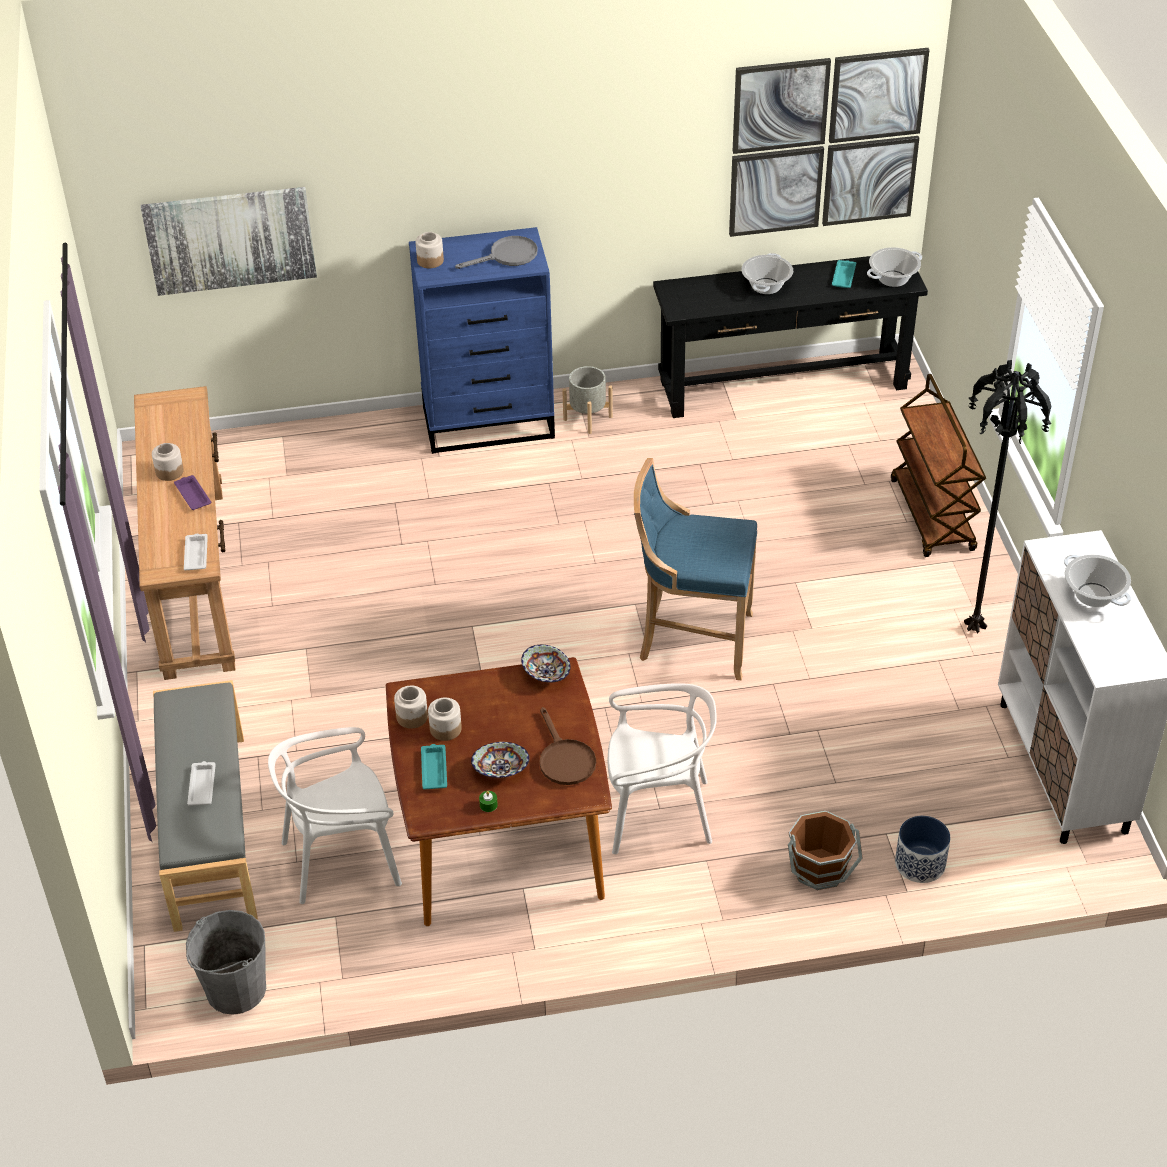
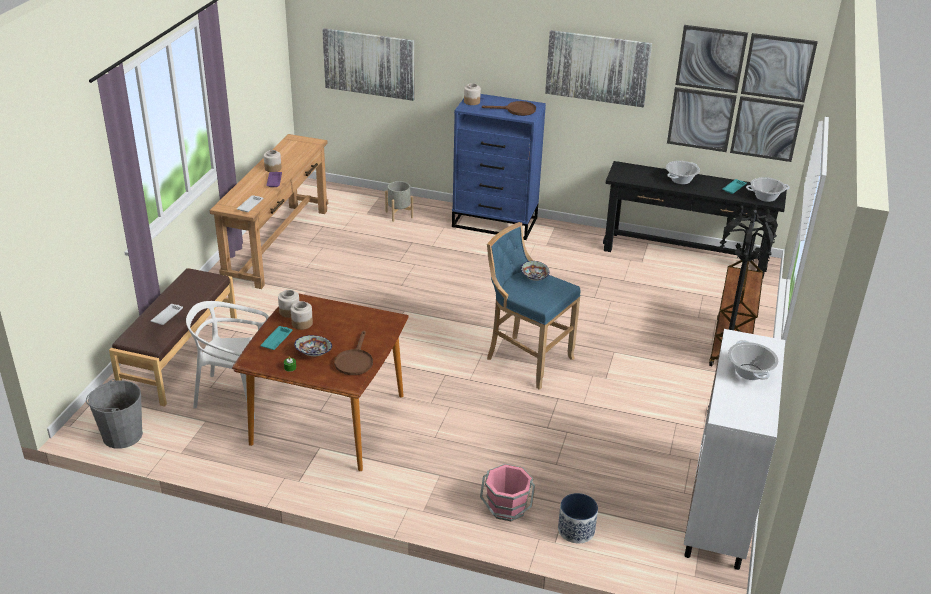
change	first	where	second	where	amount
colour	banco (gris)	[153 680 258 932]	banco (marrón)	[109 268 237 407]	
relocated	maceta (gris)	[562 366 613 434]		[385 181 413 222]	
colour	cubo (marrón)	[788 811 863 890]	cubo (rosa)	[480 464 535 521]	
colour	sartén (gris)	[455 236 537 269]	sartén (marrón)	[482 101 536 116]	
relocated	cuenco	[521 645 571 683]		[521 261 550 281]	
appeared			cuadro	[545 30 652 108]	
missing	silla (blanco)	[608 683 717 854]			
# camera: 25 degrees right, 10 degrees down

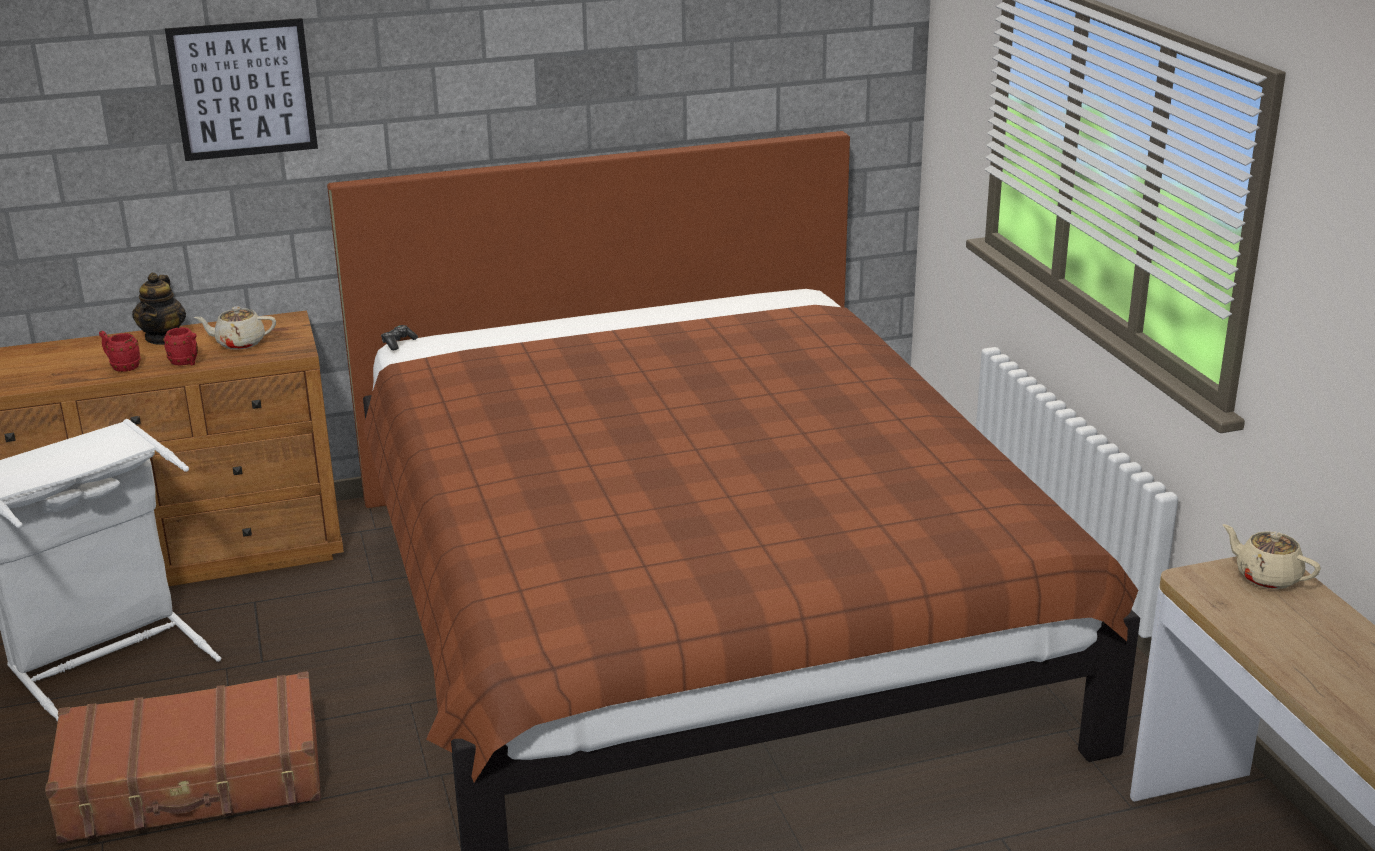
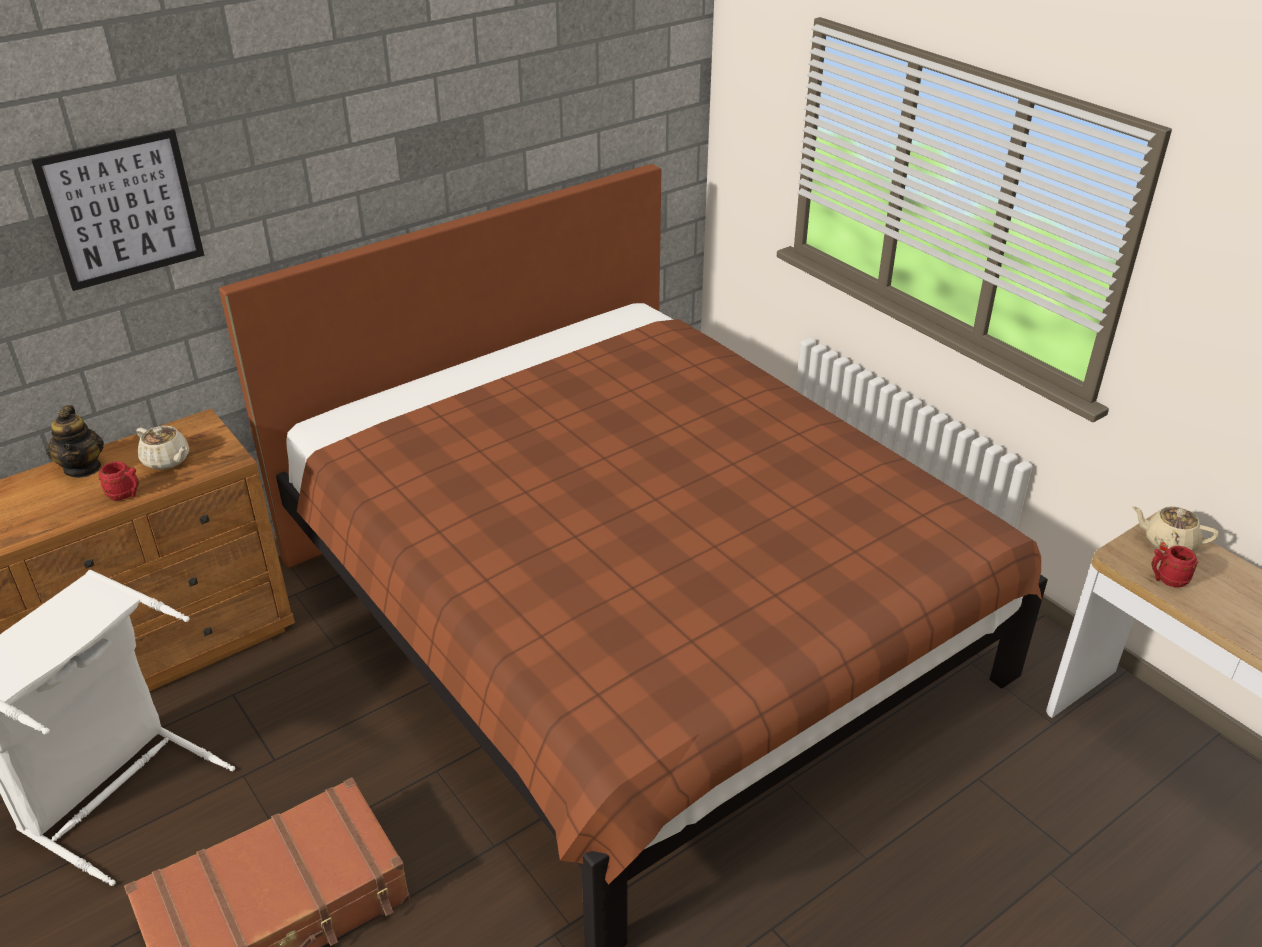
change	first	where	second	where	amount
spun	tetera (beis)	[194 306 276 350]		[136 426 189 470]	120 degrees counterclockwise
relocated	taza grande (rojo)	[99 331 141 372]		[1152 546 1198 587]	
missing	mando de consola	[381 325 418 350]			
# camera: 20 degrees left, 10 degrees up

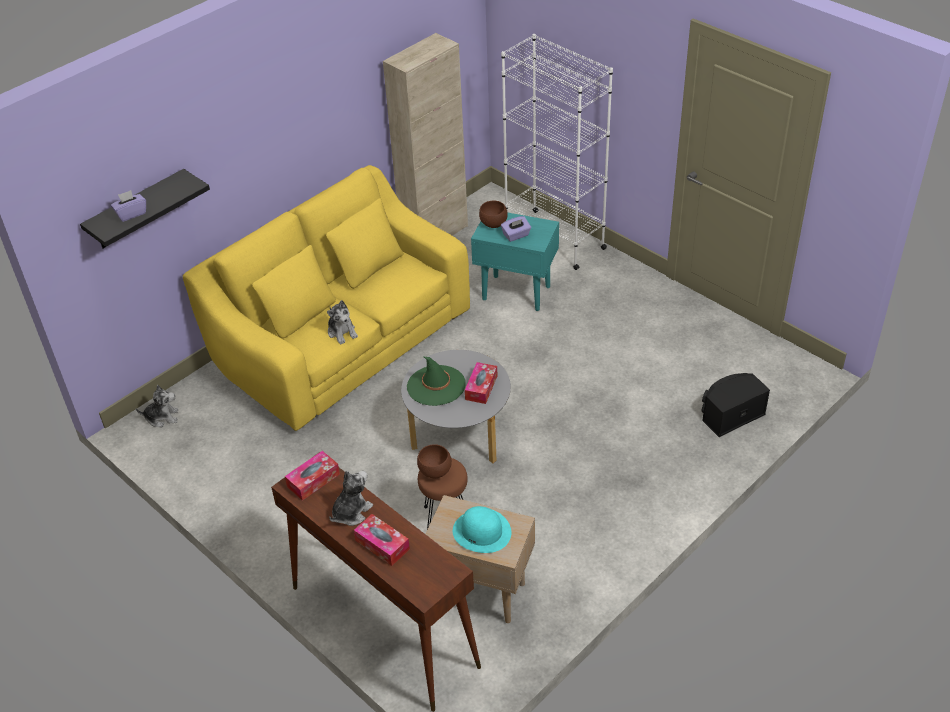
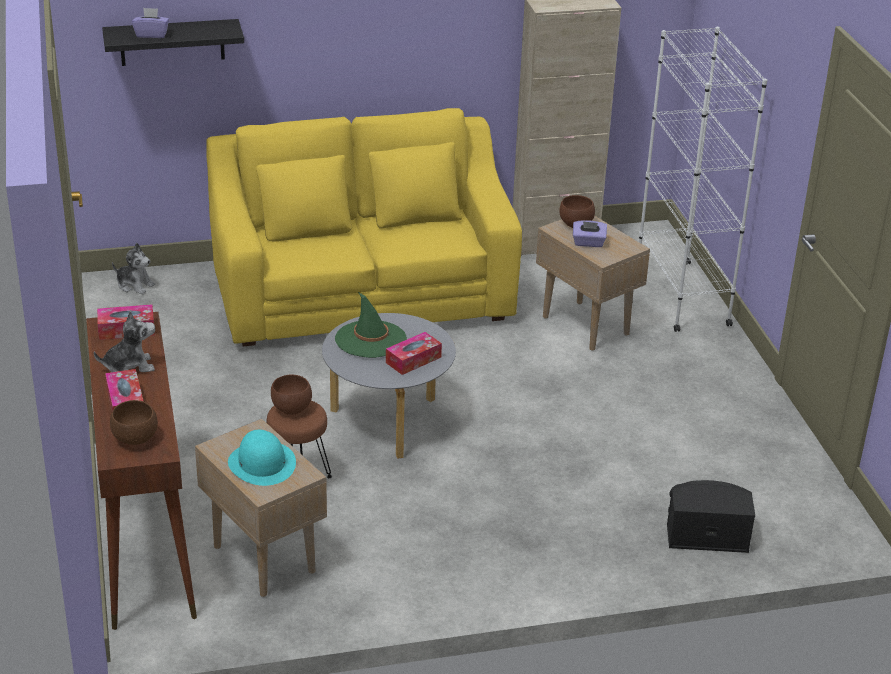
change	first	where	second	where	amount
appeared			cuenco (marrón)	[110 400 158 445]	
colour	mesa auxiliar (turquesa)	[471 212 559 311]	mesa auxiliar (beis)	[536 216 650 350]	
missing	peluche	[327 300 358 345]			
# camera: 30 degrees right, 10 degrees down

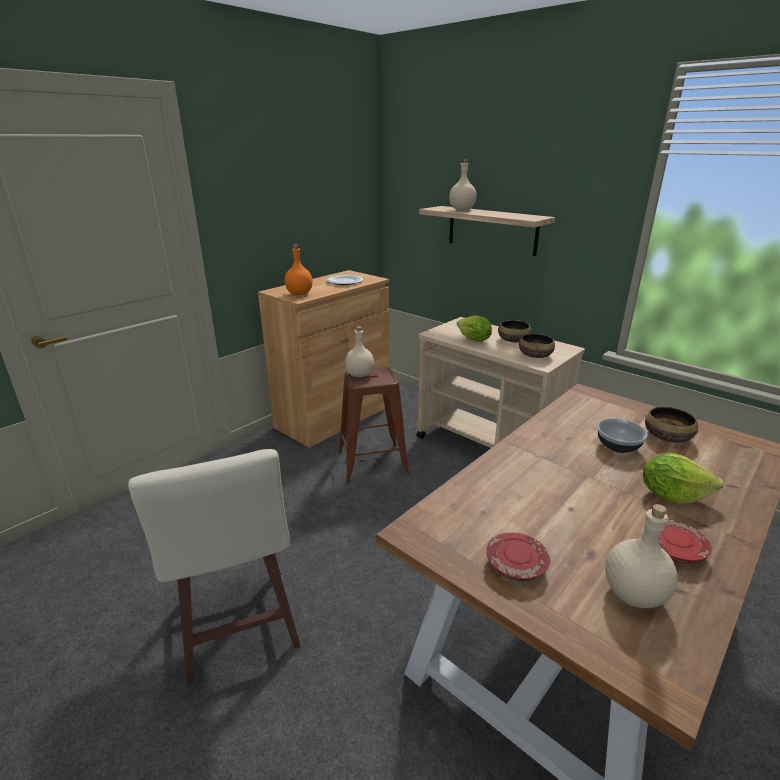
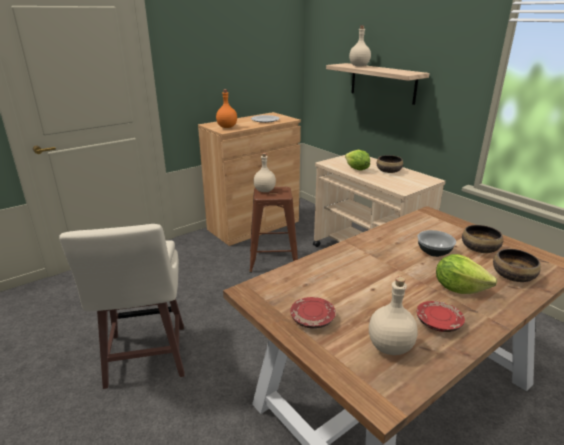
change	first	where	second	where	amount
relocated	cuenco	[519 334 555 358]		[493 249 541 282]	
# camera: 10 degrees right, 0 degrees up

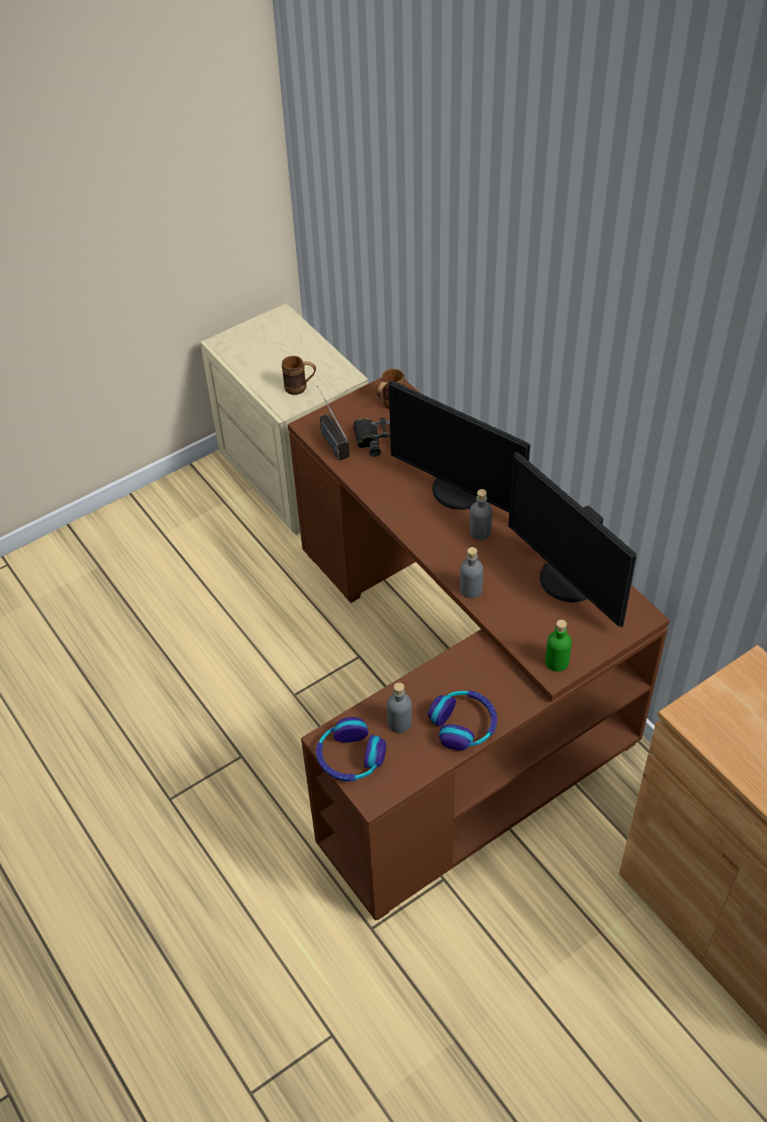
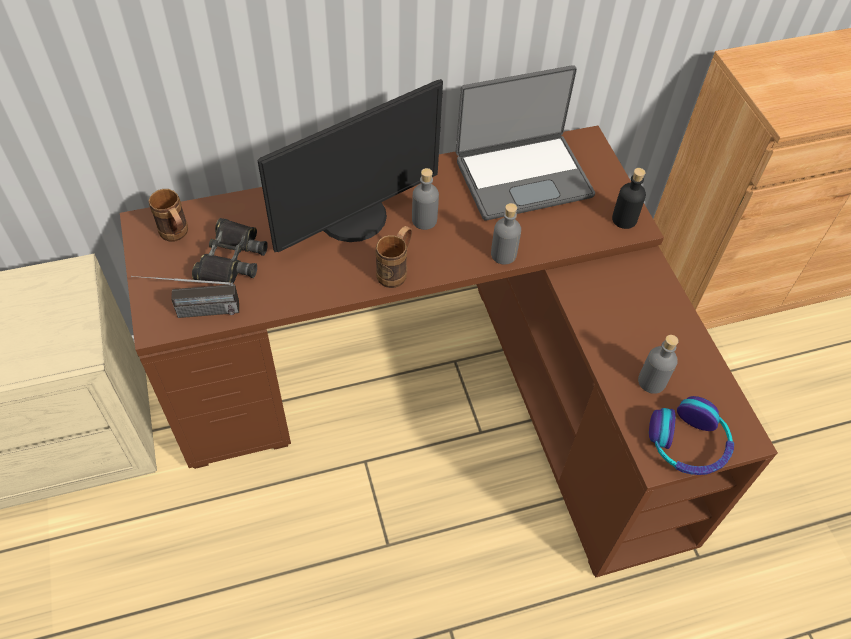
change	first	where	second	where	amount
relocated	taza grande (marrón)	[282 356 316 395]		[375 226 412 288]	
exchanged	monitor	[508 452 637 627]	portátil	[456 65 595 221]	
colour	botella (verde)	[545 620 572 672]	botella (negro)	[612 168 646 229]	
missing	auriculares	[428 690 497 751]			
# camera: 75 degrees left, 5 degrees up

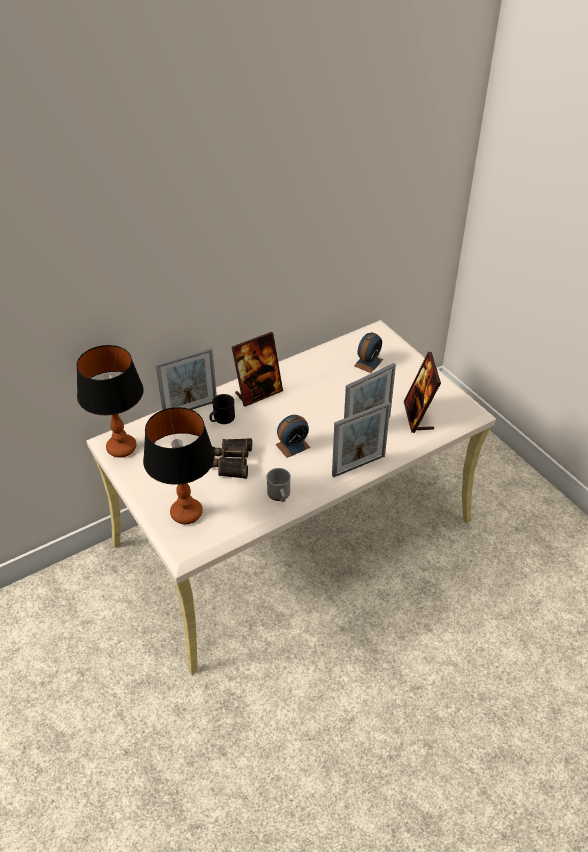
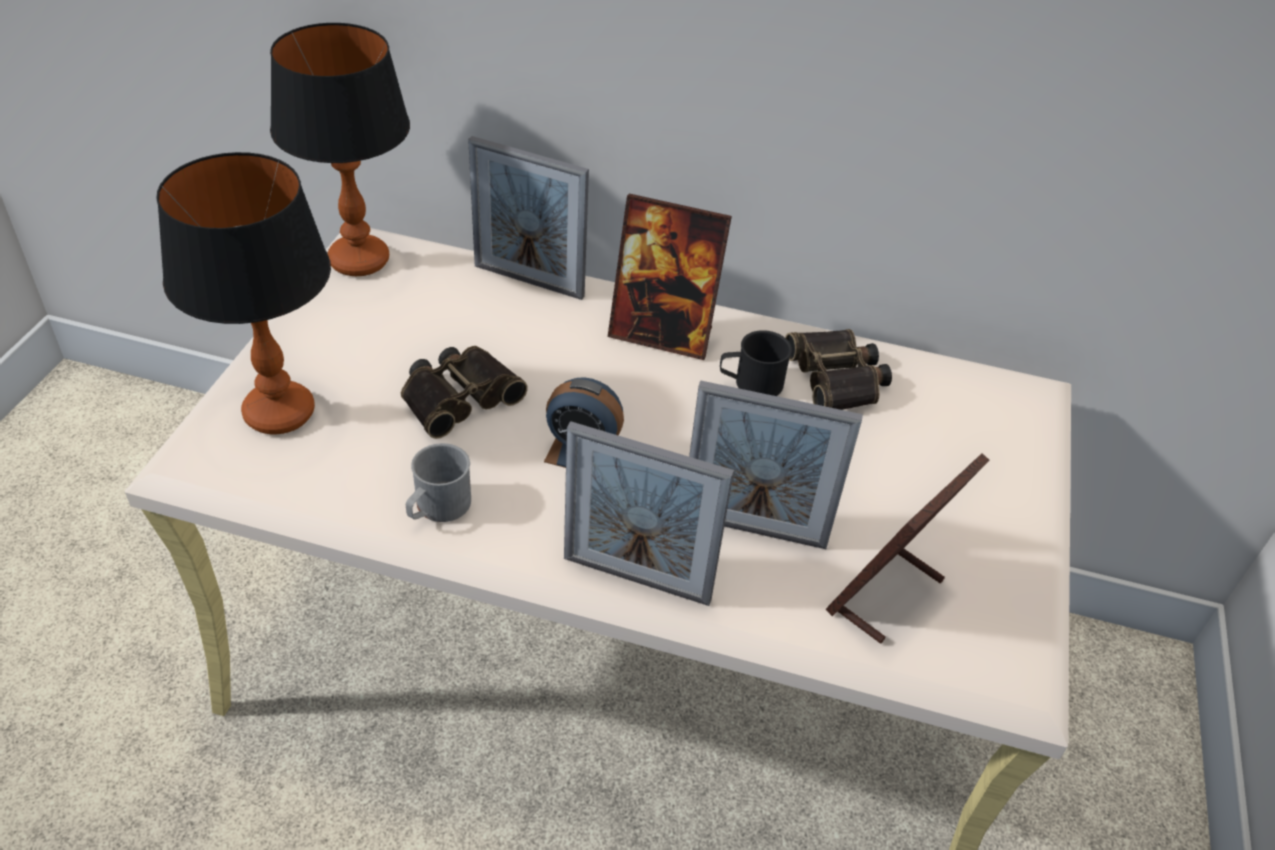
change	first	where	second	where	amount
relocated	taza grande (negro)	[209 394 235 424]		[720 330 792 396]	
appeared			prismáticos	[785 329 892 410]	
missing	despertador	[354 332 383 373]			
# camera: 45 degrees right, 0 degrees up

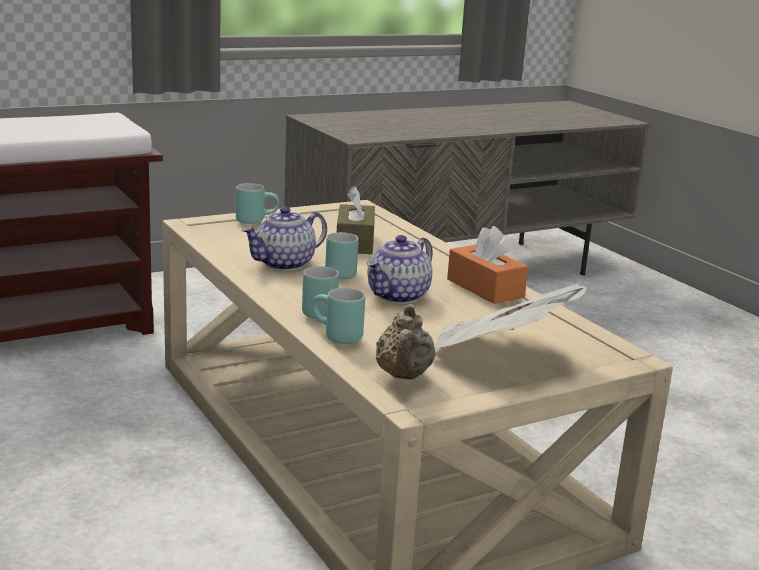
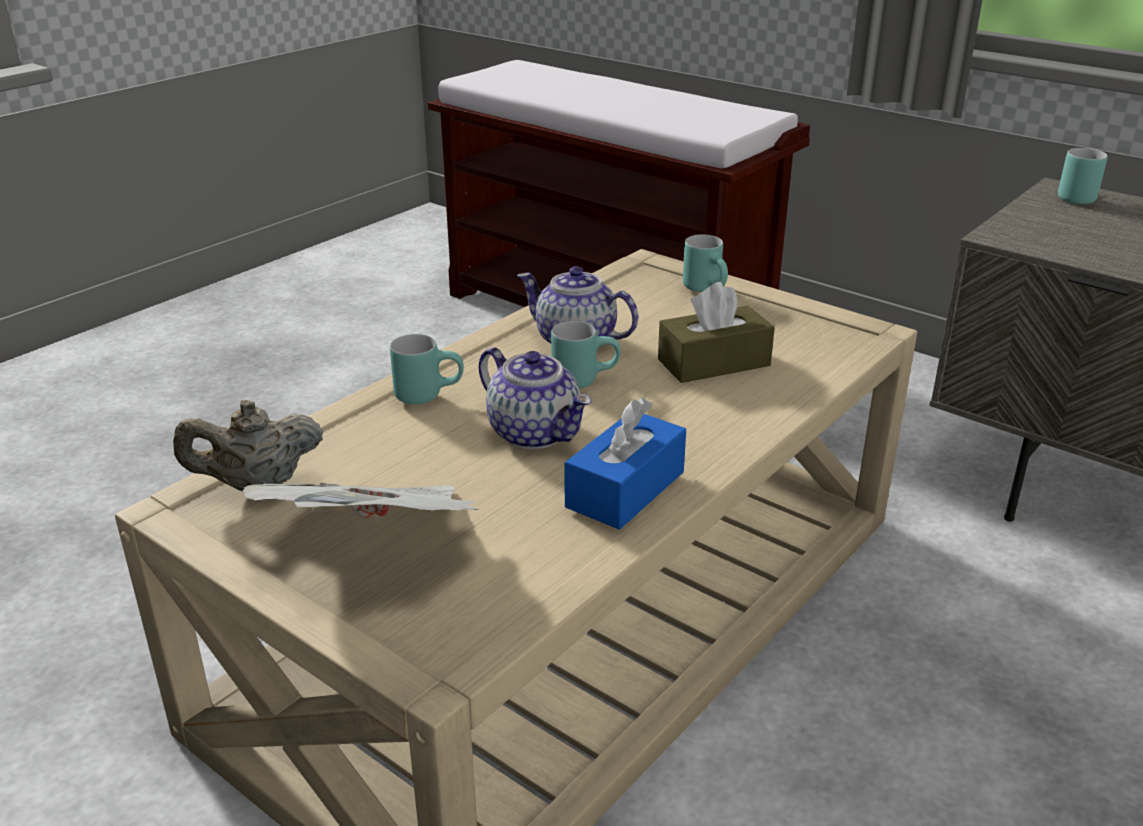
change	first	where	second	where	amount
spun	tetera	[366 235 433 304]		[479 347 591 449]	150 degrees counterclockwise
colour	caja de pañuelos (naranja)	[447 226 528 304]	caja de pañuelos (azul)	[565 398 686 530]	
relocated	taza grande (turquesa)	[312 288 365 344]		[1058 148 1108 204]	
# camera: 70 degrees right, 10 degrees up

